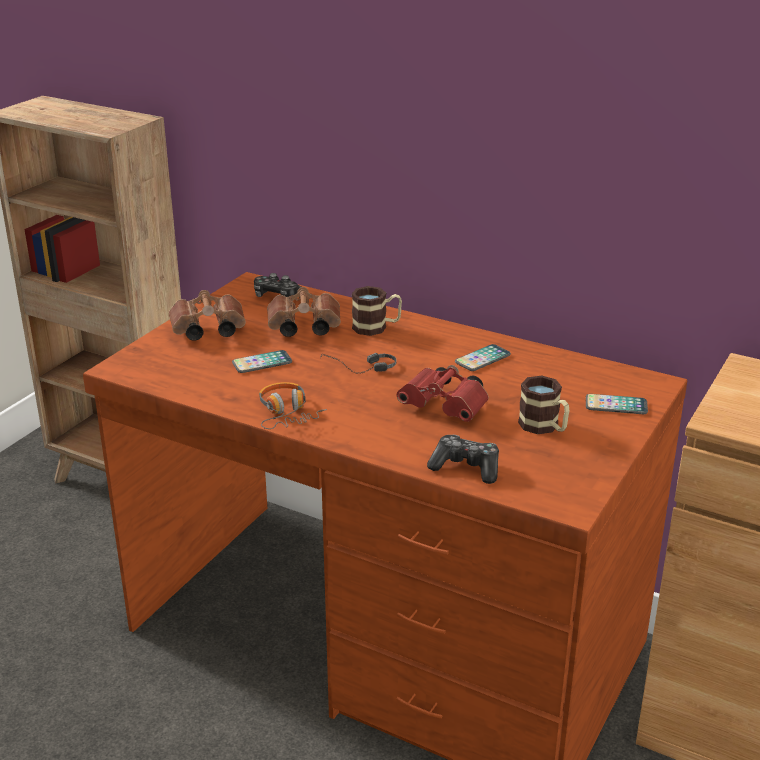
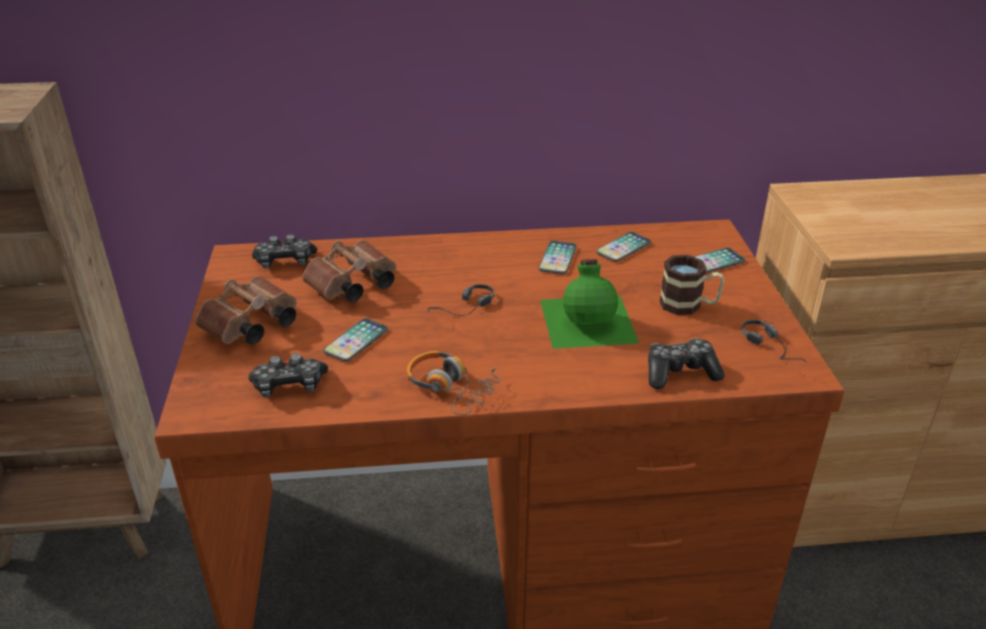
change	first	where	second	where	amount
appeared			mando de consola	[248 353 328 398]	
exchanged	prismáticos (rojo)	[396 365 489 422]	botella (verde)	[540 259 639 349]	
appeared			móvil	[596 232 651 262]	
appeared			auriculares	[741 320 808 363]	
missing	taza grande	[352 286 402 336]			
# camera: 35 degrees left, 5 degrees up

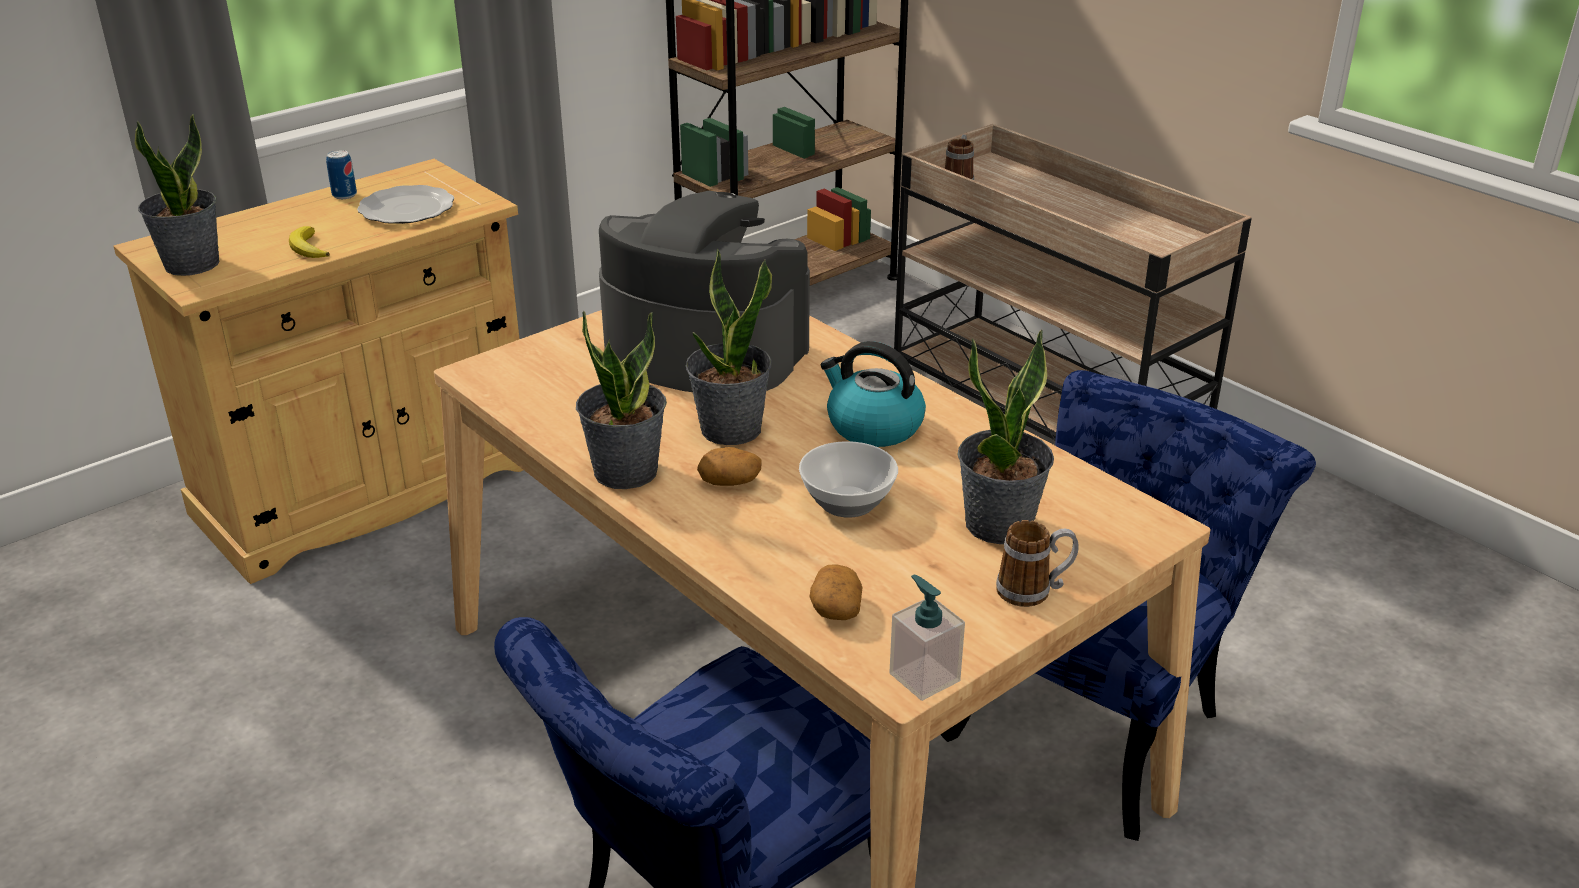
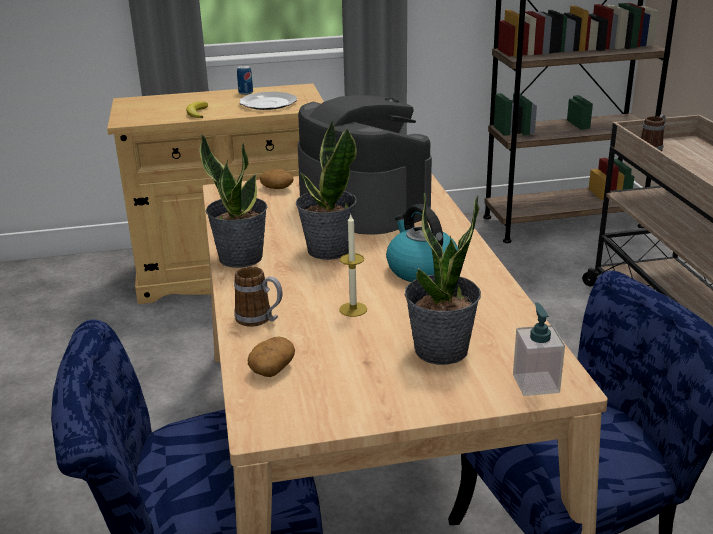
change	first	where	second	where	amount
relocated	taza grande	[996 520 1079 607]		[234 266 282 327]	
relocated	patata	[697 447 762 486]		[260 169 293 189]	
exchanged	cuenco	[799 441 898 518]	vela	[339 215 367 317]	
relocated	dispensador de jabón	[889 574 965 701]		[513 303 565 396]	
missing	planta en maceta	[135 114 220 276]			
# camera: 30 degrees right, 5 degrees down

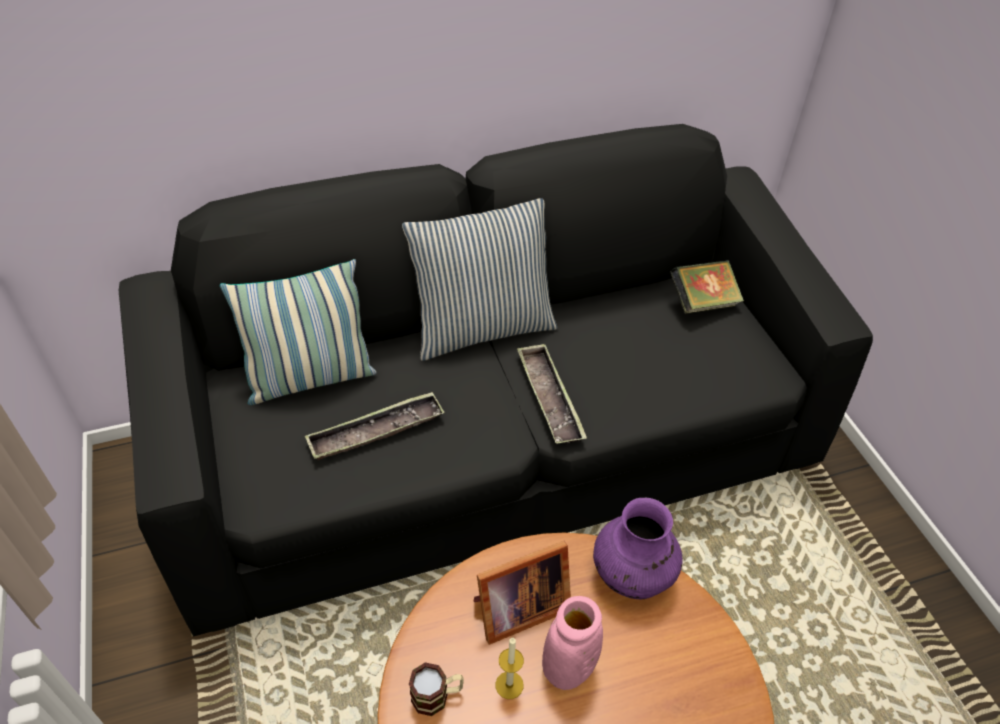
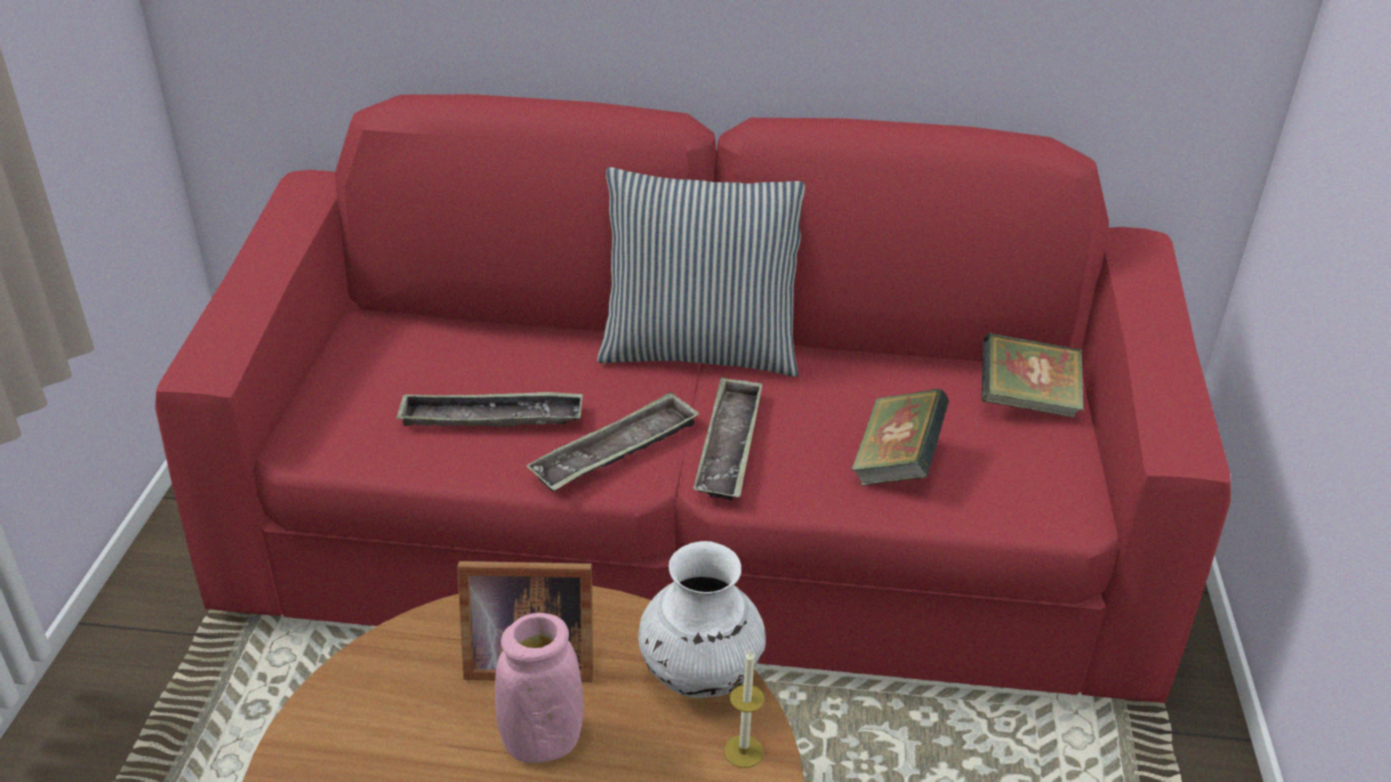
change	first	where	second	where	amount
colour	sofá (negro)	[119 124 873 637]	sofá (rojo)	[155 94 1231 703]	
appeared			bandeja	[526 392 700 492]	
colour	florero (morado)	[593 498 683 599]	florero (blanco)	[638 541 766 698]	
relocated	vela	[495 638 524 699]		[724 649 765 768]	
appeared			libro	[851 389 949 486]	
missing	cojín	[220 259 377 405]			
missing	taza grande	[409 662 464 716]			
# camera: 25 degrees right, 10 degrees down

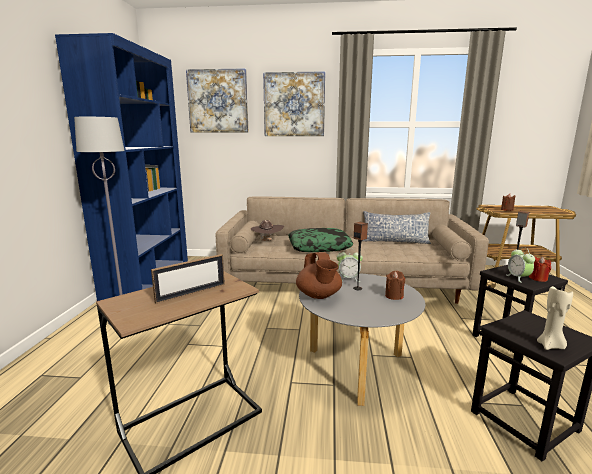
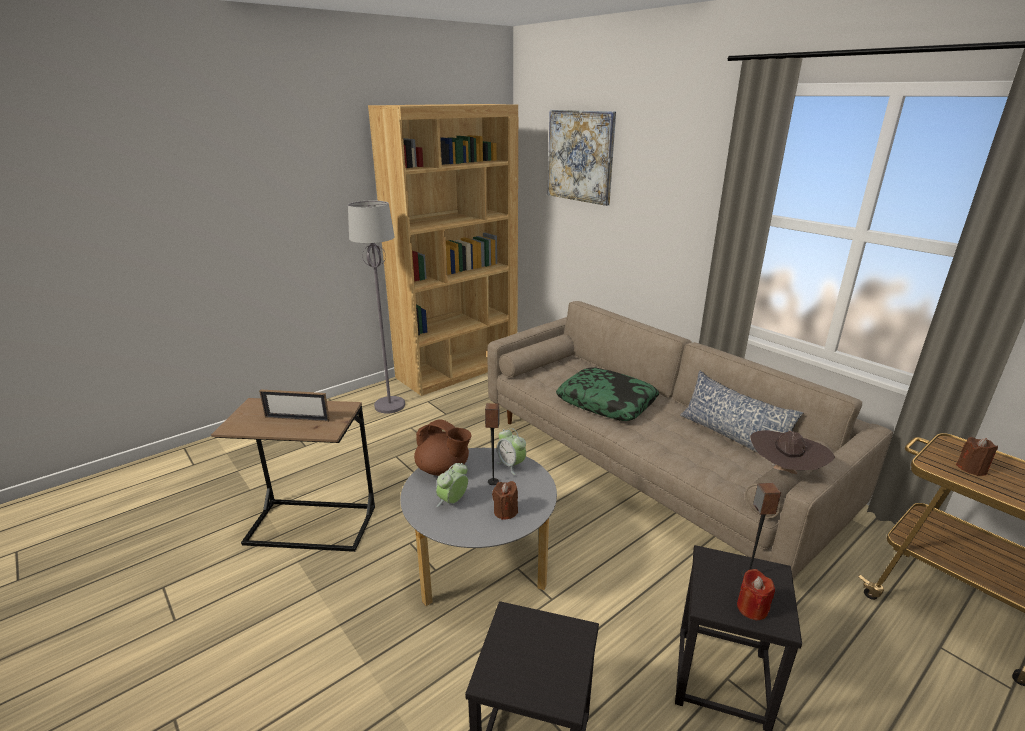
change	first	where	second	where	amount
colour	estantería (azul)	[55 33 188 301]	estantería (marrón)	[368 104 518 396]	
spun	tetera (marrón)	[296 252 342 299]		[414 419 472 476]	90 degrees counterclockwise
relocated	despertador	[507 247 535 283]		[436 463 468 507]	
relocated	sombrero (marrón)	[251 220 284 241]		[750 430 835 474]	
missing	cuadro	[263 71 325 136]			
missing	vela (beis)	[537 286 573 350]			
# camera: 45 degrees right, 10 degrees up

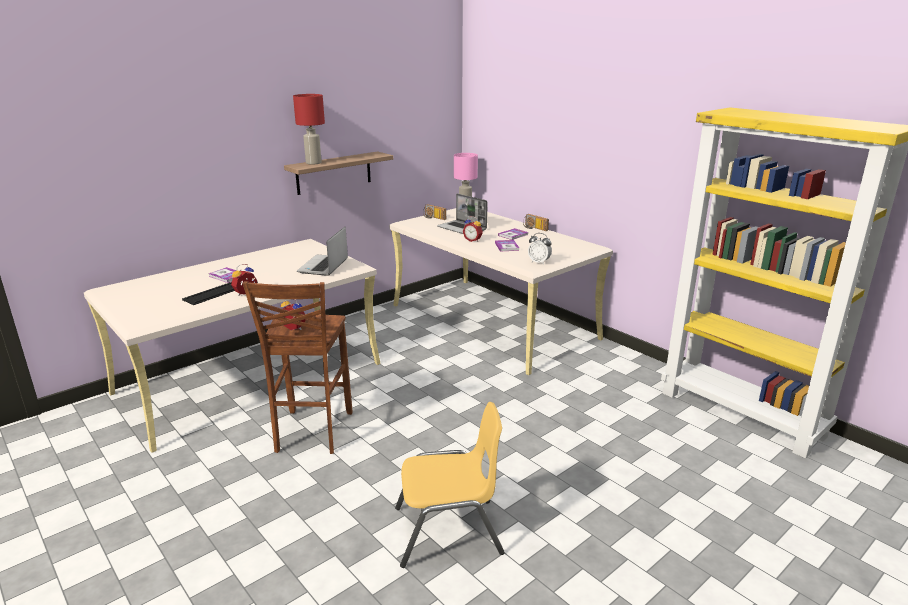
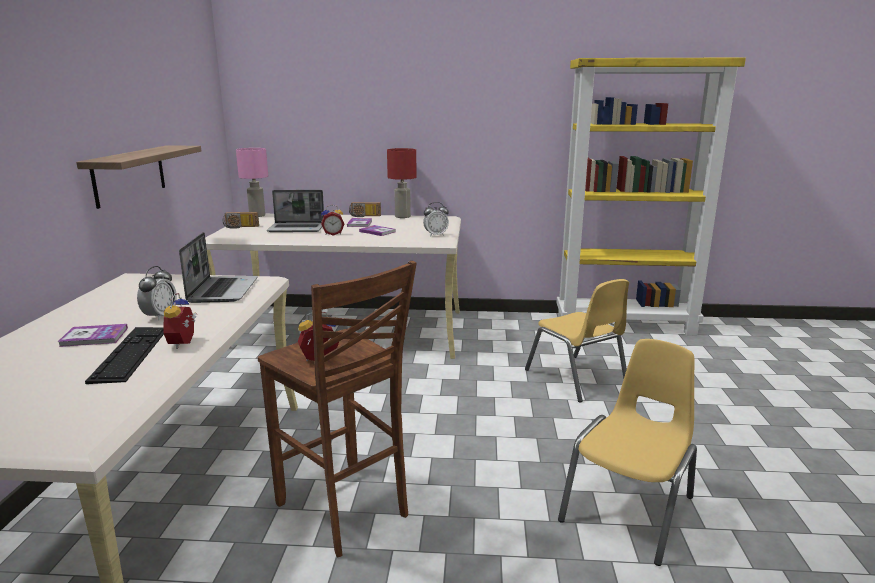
change	first	where	second	where	amount
appeared			despertador	[137 266 177 321]	
spun	portátil	[297 227 348 276]		[179 232 258 303]	150 degrees counterclockwise
relocated	lámpara de mesa (rojo)	[293 94 325 165]		[387 148 417 218]	
appeared			silla (amarillo)	[525 279 629 402]	
# camera: 45 degrees left, 5 degrees down

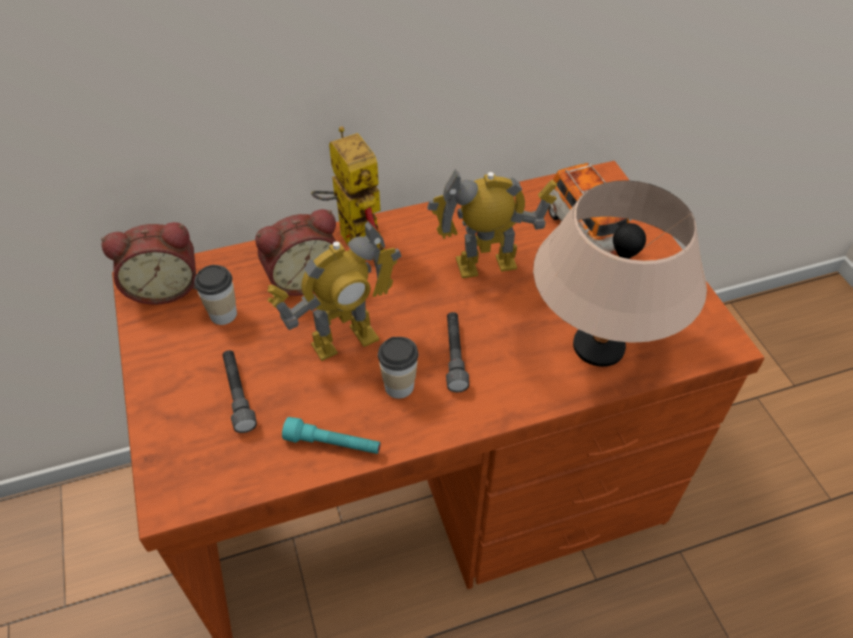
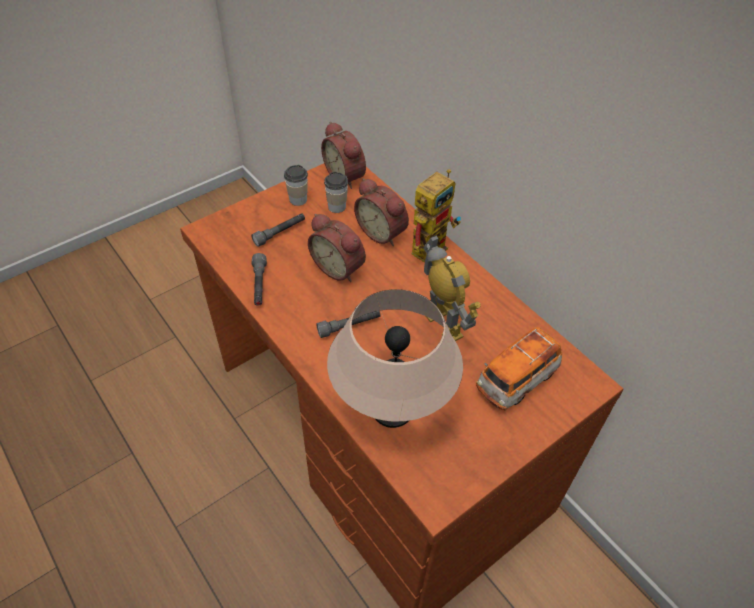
change	first	where	second	where	amount
colour	linterna (turquesa)	[282 417 381 454]	linterna (gris)	[251 253 267 306]	
relocated	taza	[378 337 418 399]		[284 165 308 206]	
exchanged	robot de juguete	[267 221 402 361]	despertador	[308 214 366 282]	
# camera: 70 degrees right, 0 degrees up

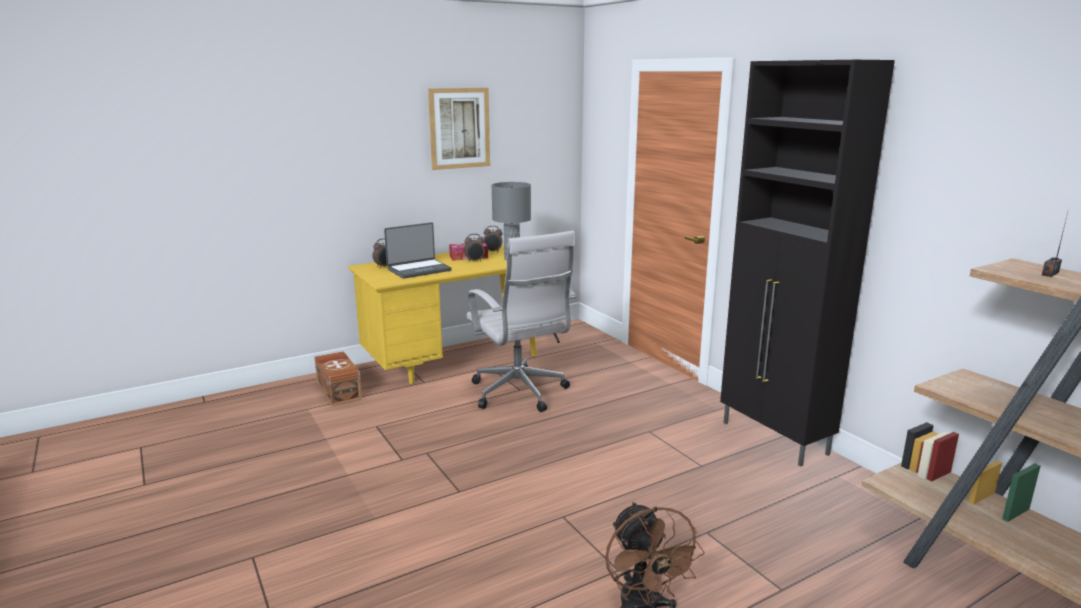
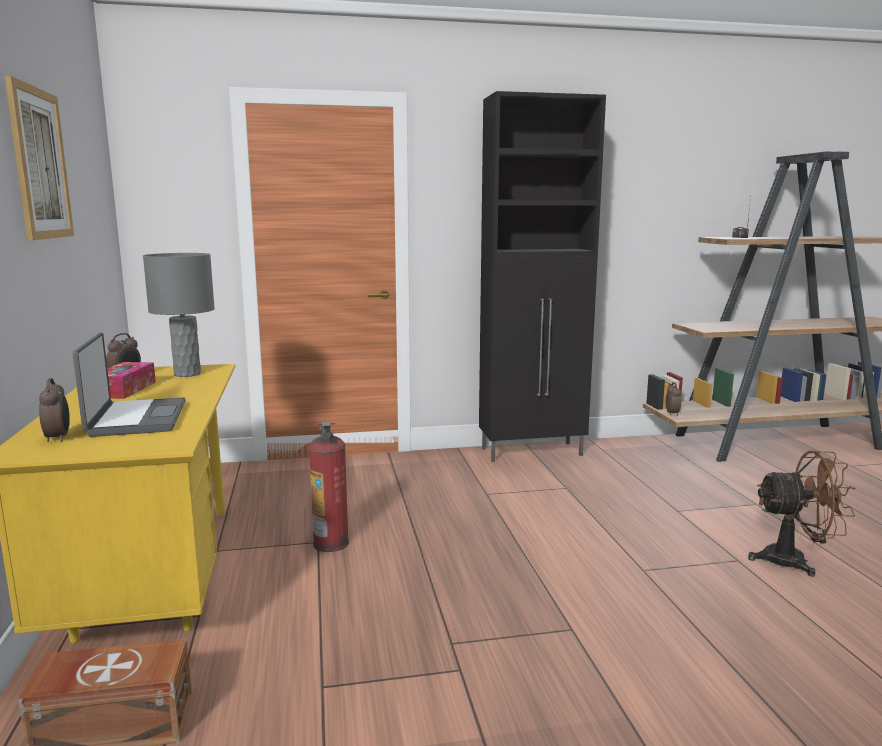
change	first	where	second	where	amount
exchanged	silla de oficina (blanco)	[467 231 576 412]	extintor	[309 421 349 552]	
relocated	despertador	[464 234 485 261]		[666 382 681 416]	
# camera: 70 degrees left, 5 degrees down

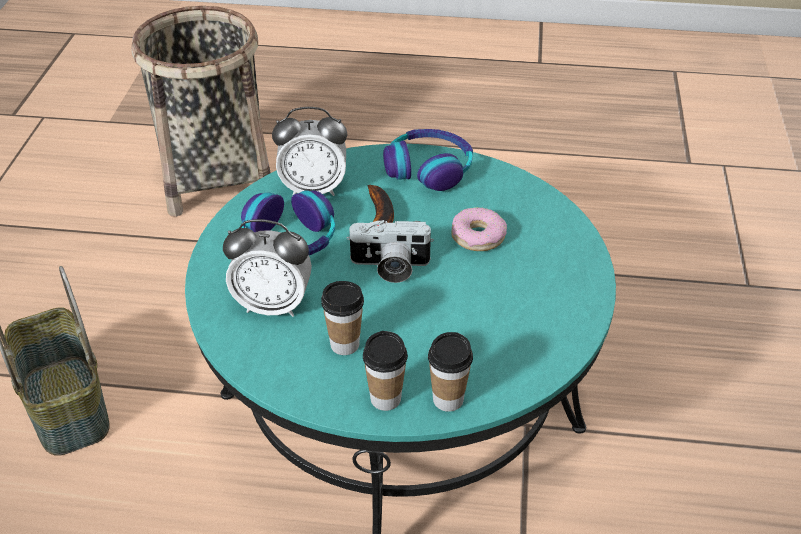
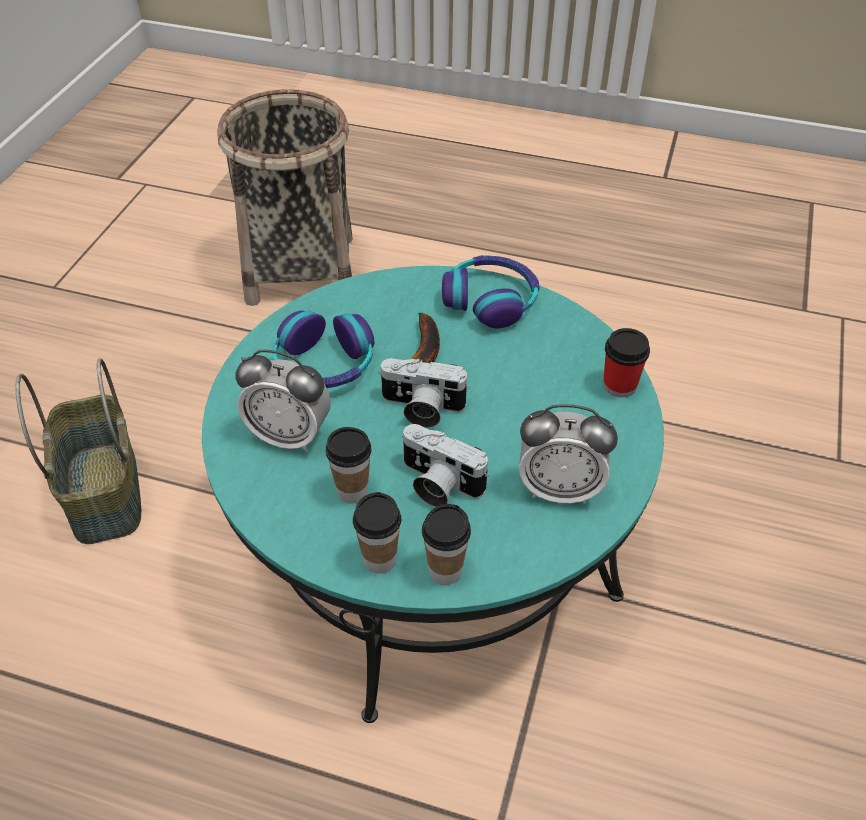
change	first	where	second	where	amount
appeared			cámara	[402 424 489 507]	
relocated	despertador	[272 107 348 196]		[519 404 618 504]	
appeared			taza	[603 328 650 397]	
missing	rosquilla	[451 208 507 251]			
# camera: 10 degrees right, 5 degrees up

